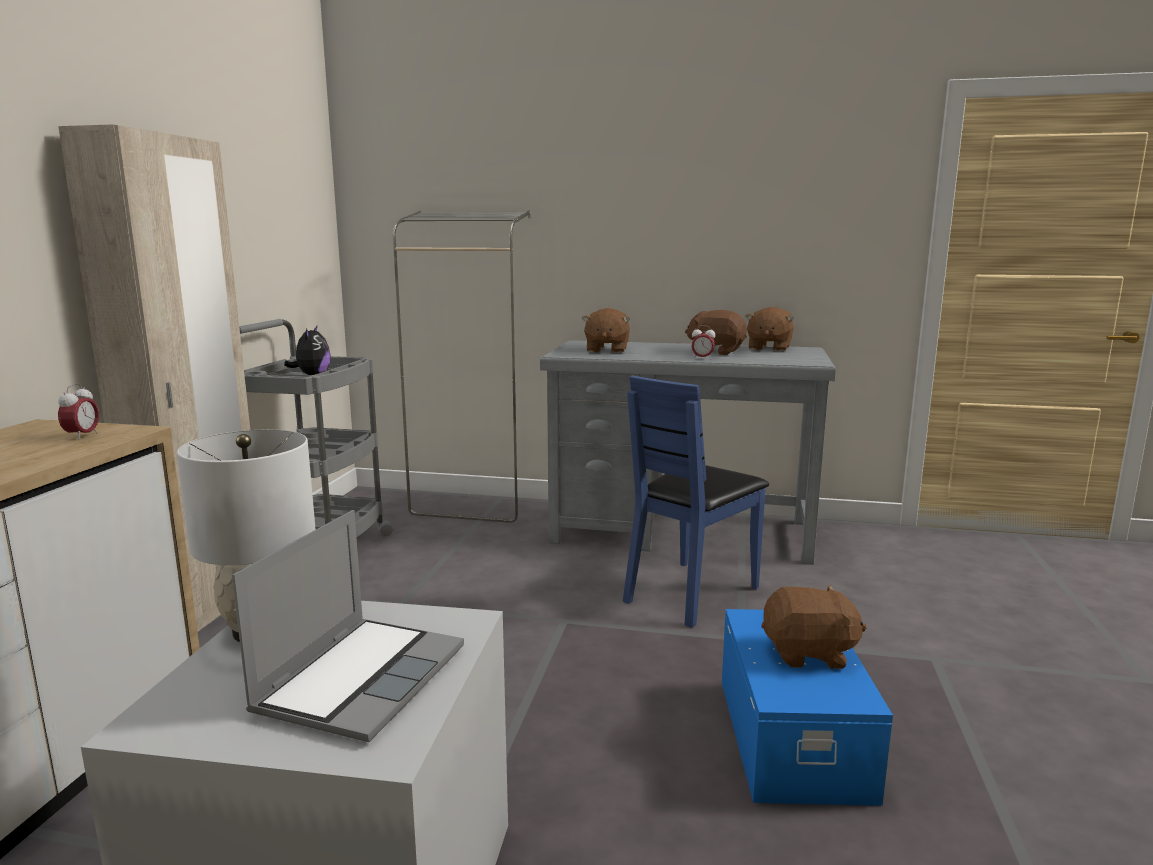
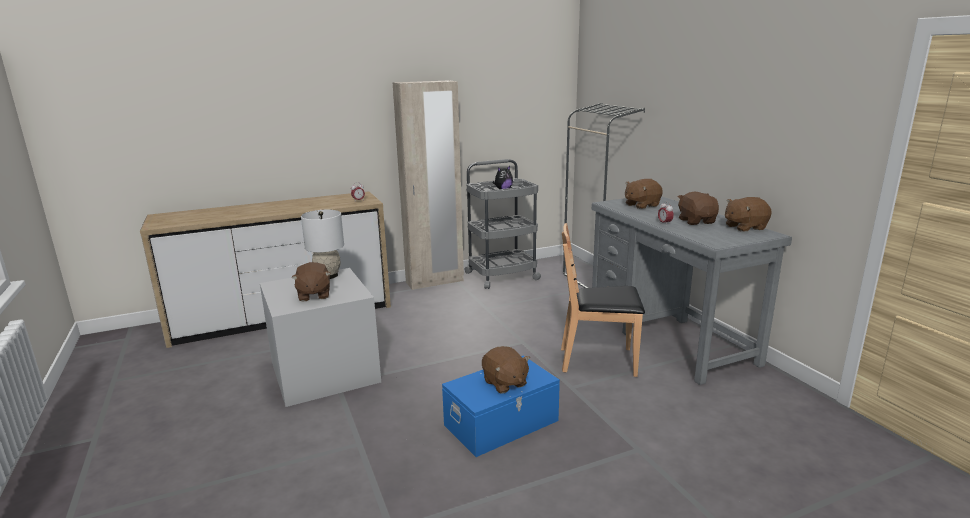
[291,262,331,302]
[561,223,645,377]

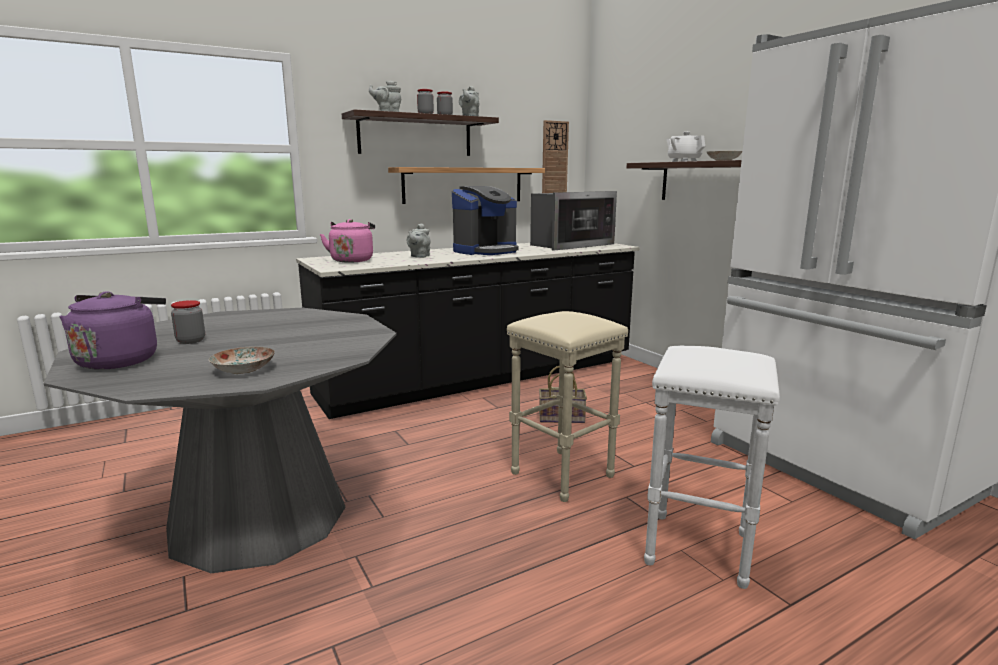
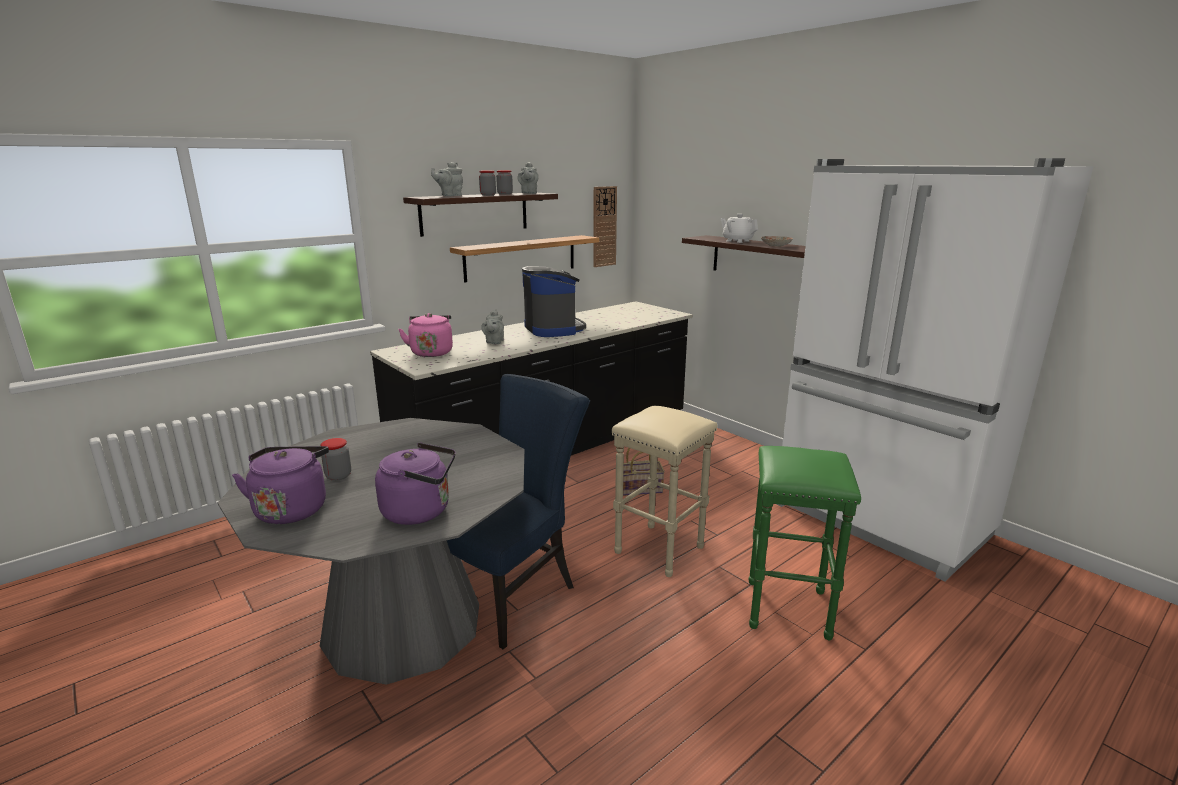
[375,442,456,525]
[522,266,586,337]
[530,191,617,250] (first image)
[749,446,861,640]
[447,374,590,649]

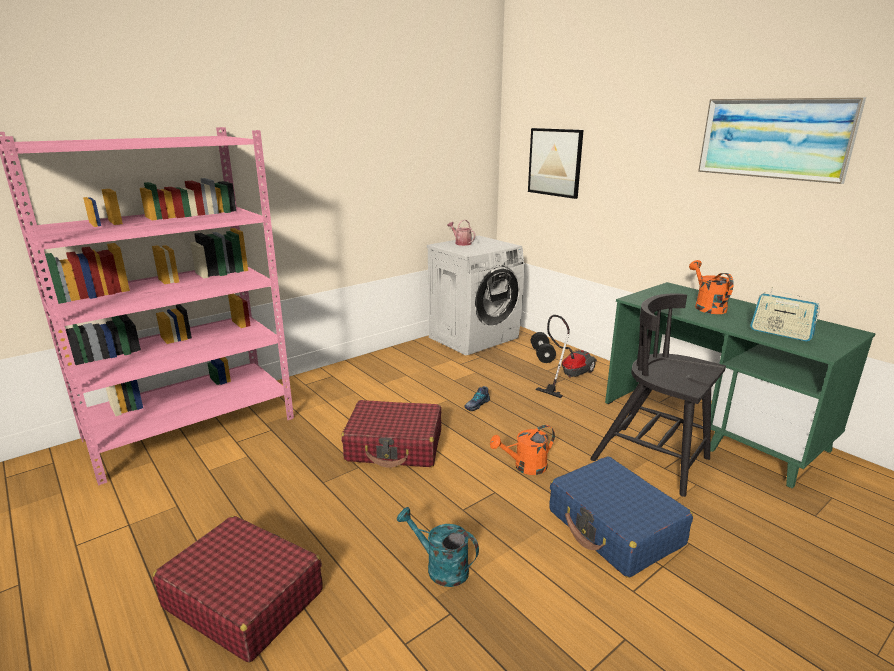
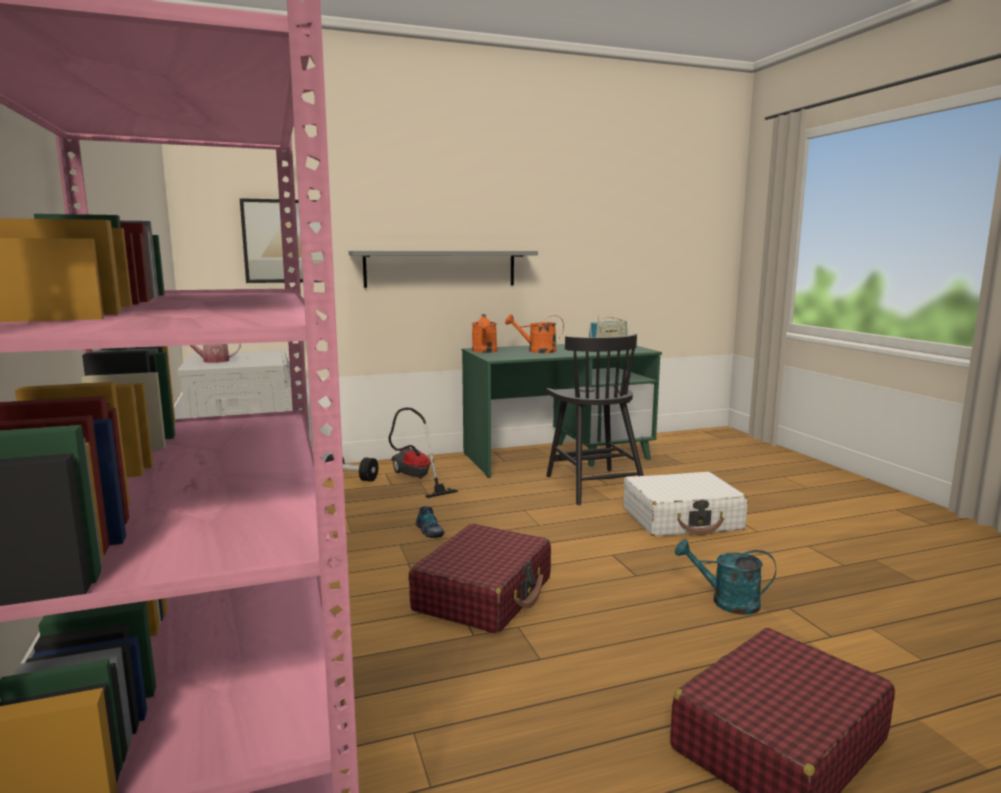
[675,539,776,615]
[472,314,497,353]
[624,472,747,536]
[546,334,644,505]
[698,97,866,184] (first image)
[349,251,538,288]

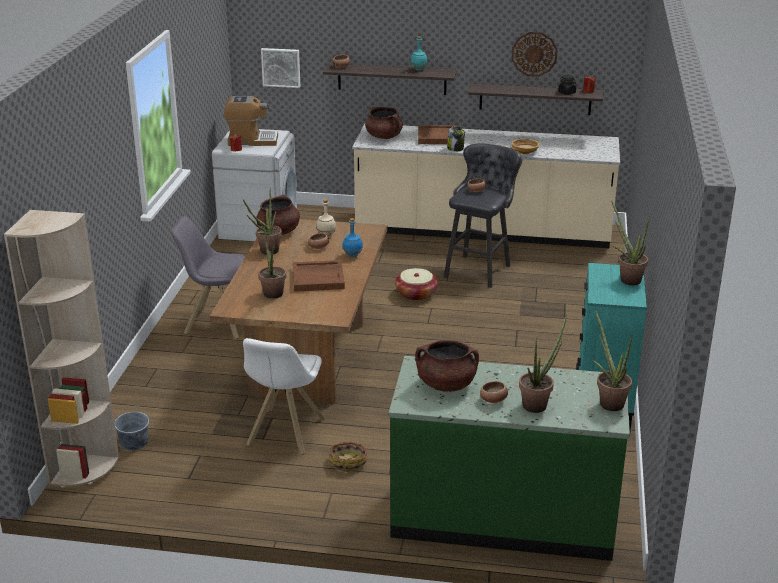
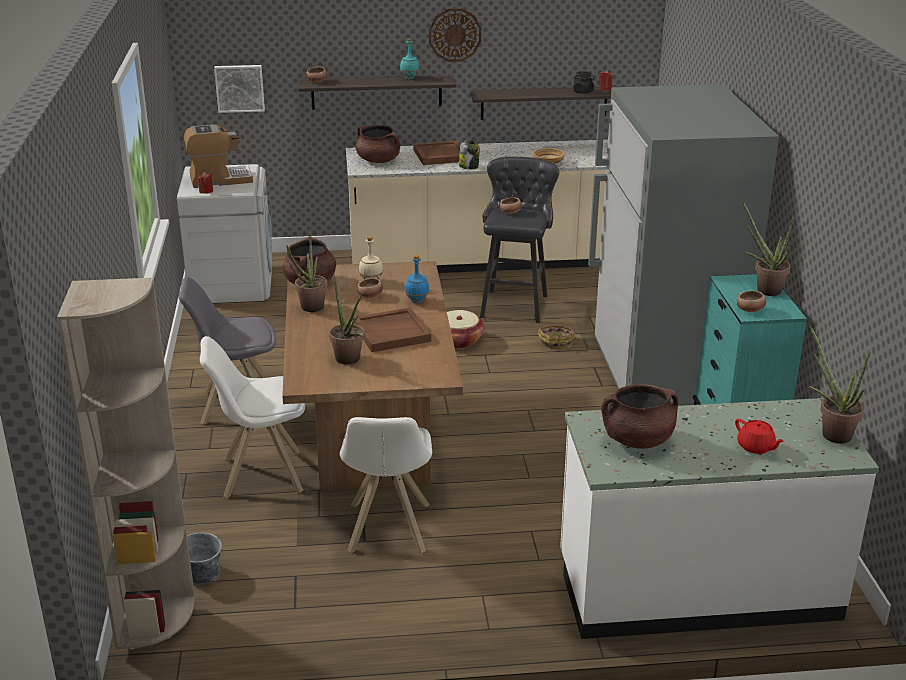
[538,325,575,349]
[560,398,879,639]
[737,291,766,312]
[429,8,481,62]
[735,419,784,454]
[200,336,305,498]
[588,84,779,406]

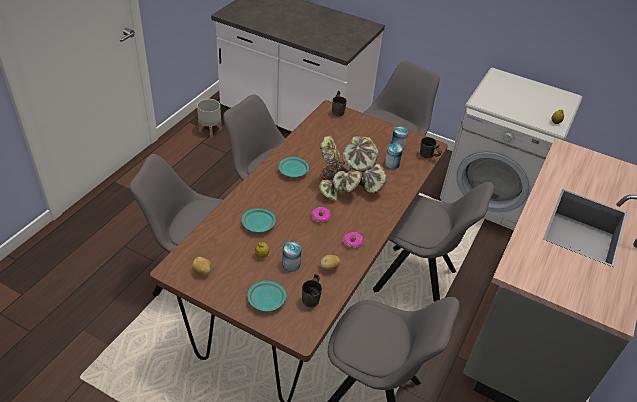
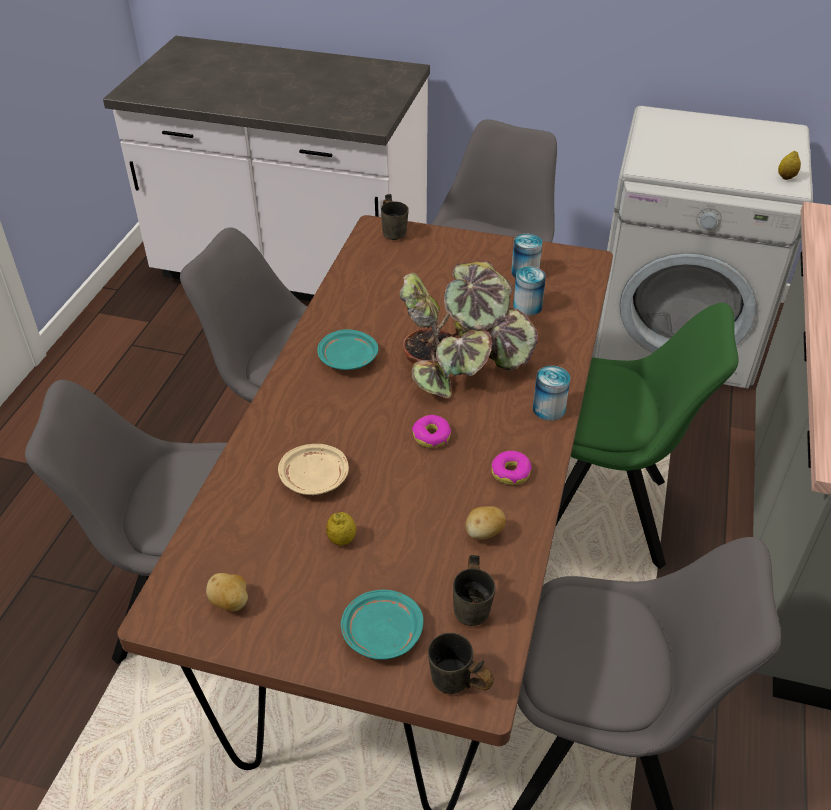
[197,99,222,137] (first image)
[278,444,349,495]
[533,366,570,421]
[556,303,739,569]
[428,633,494,694]

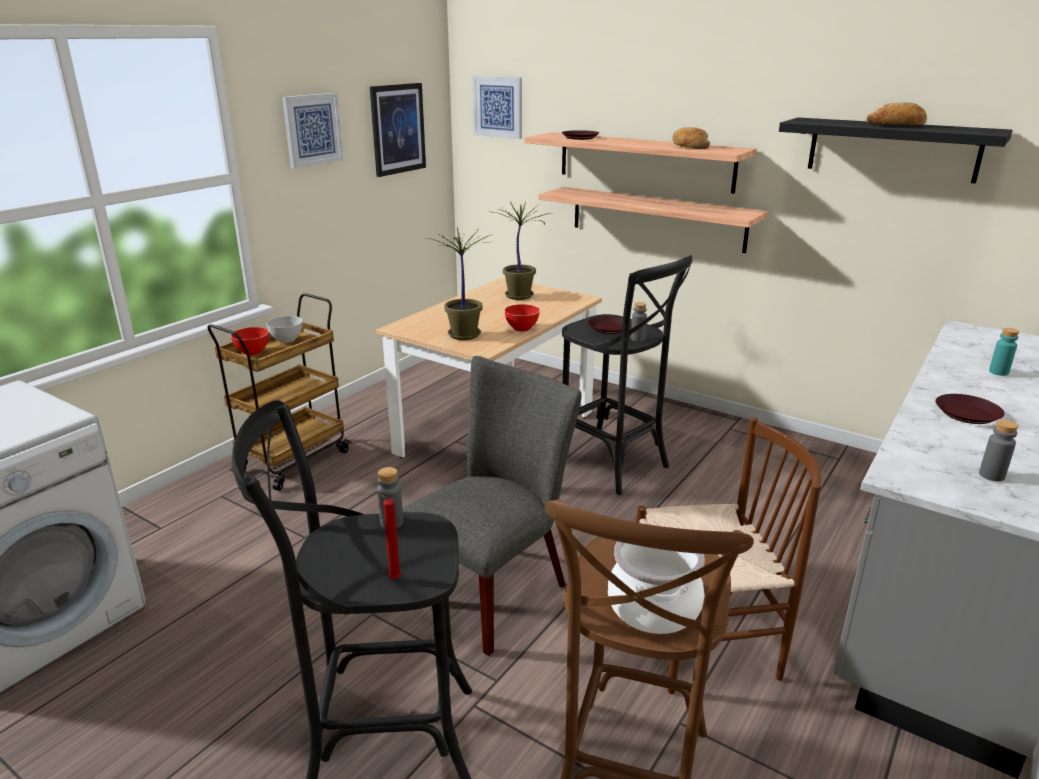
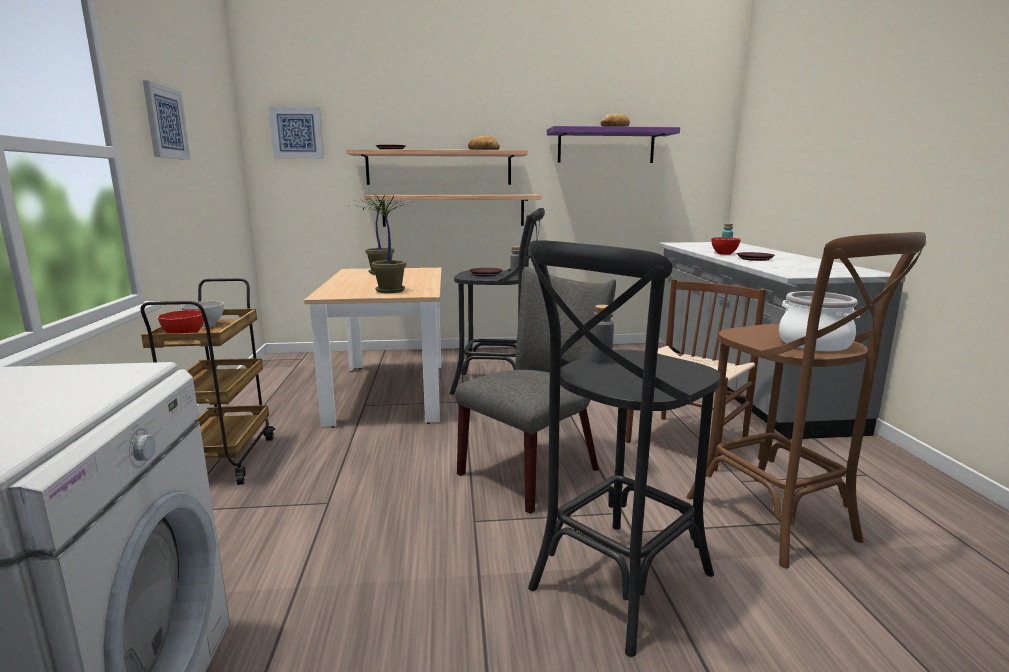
[370,83,426,177] (first image)
[376,493,401,579] (first image)
[455,267,616,514]
[711,237,741,255]
[547,126,680,163]
[979,419,1019,481] (first image)

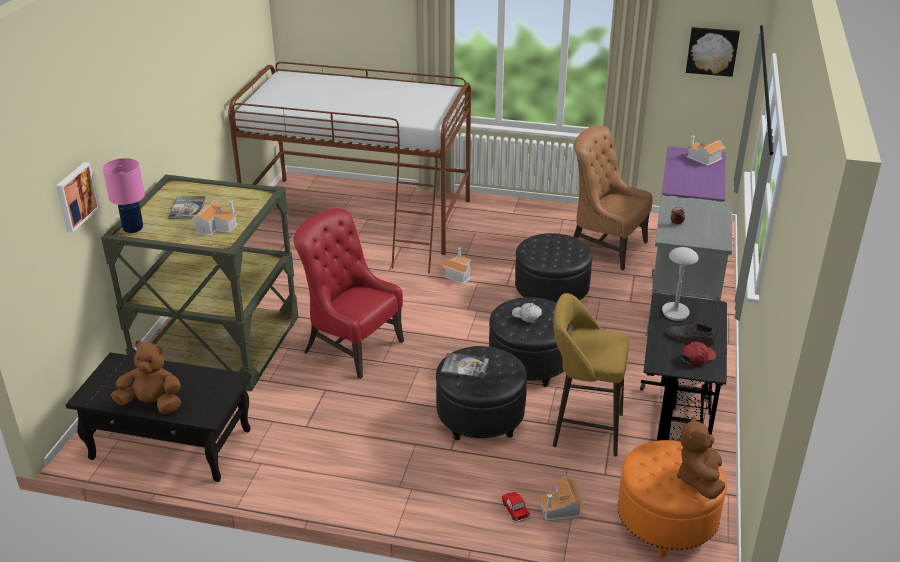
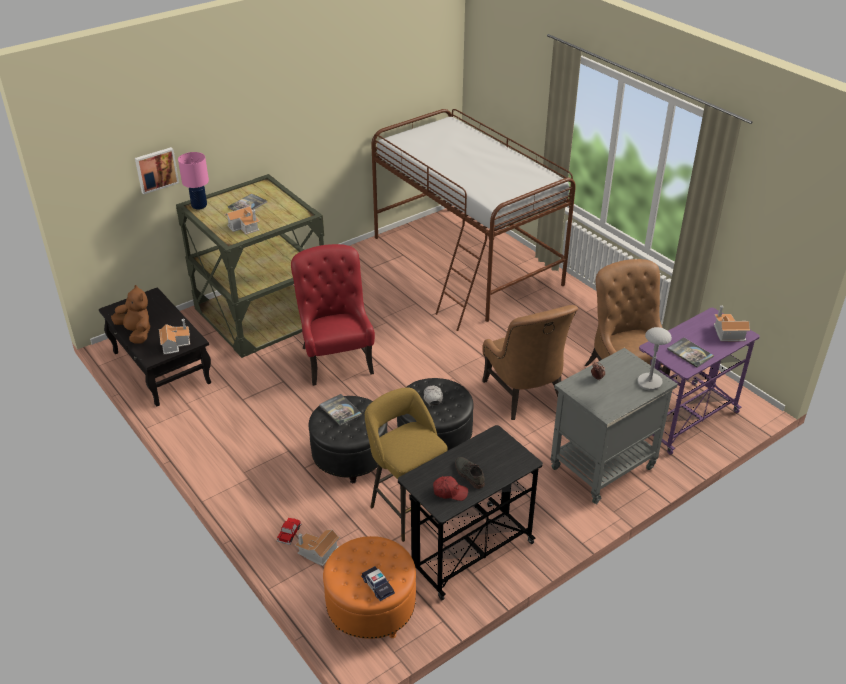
[159,319,190,354]
[482,305,578,420]
[637,327,672,390]
[361,566,395,601]
[686,27,740,77] (first image)
[667,338,714,368]

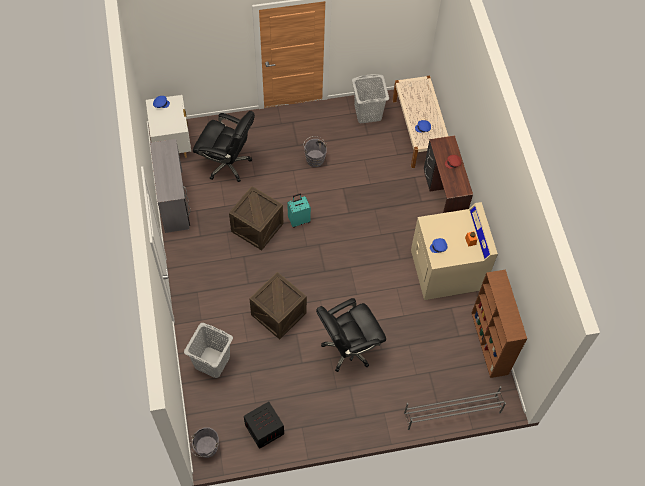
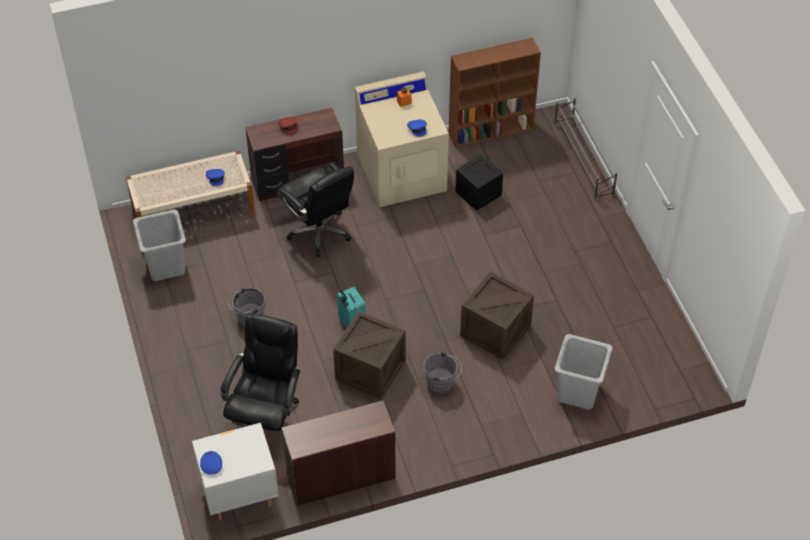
[282,400,396,506]
[423,352,462,394]
[456,154,503,210]
[276,162,354,257]

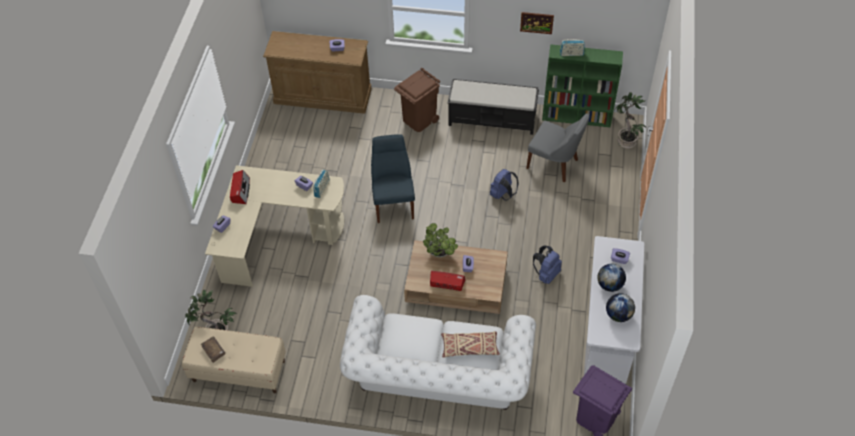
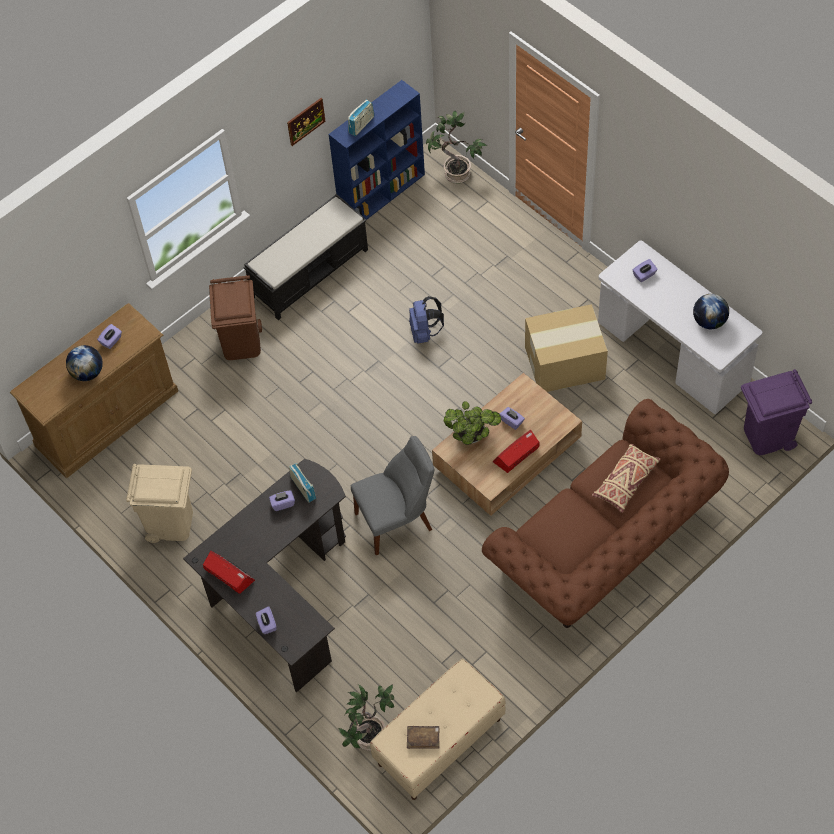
[183,459,346,693]
[482,399,729,628]
[371,134,415,223] (first image)
[351,436,434,555]
[525,304,608,392]
[329,80,425,220]
[66,345,103,381]
[126,464,193,543]

